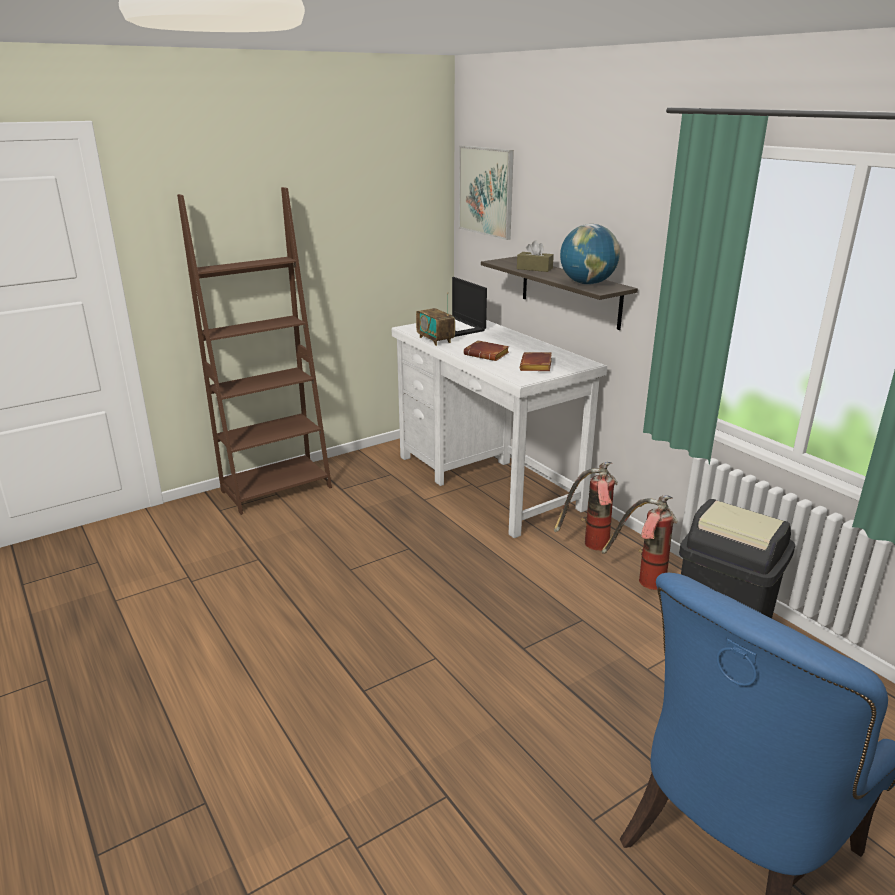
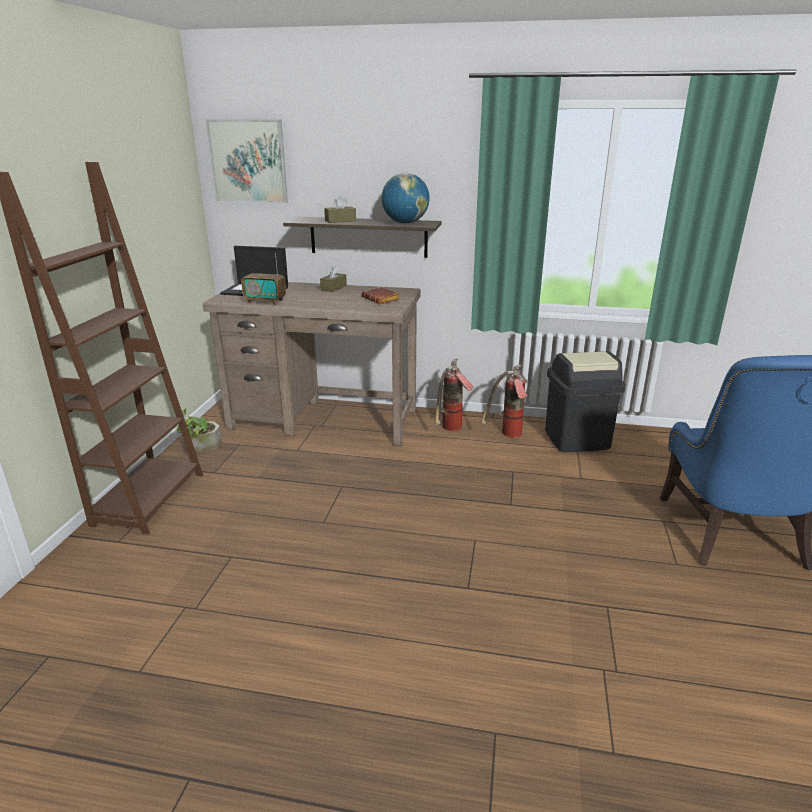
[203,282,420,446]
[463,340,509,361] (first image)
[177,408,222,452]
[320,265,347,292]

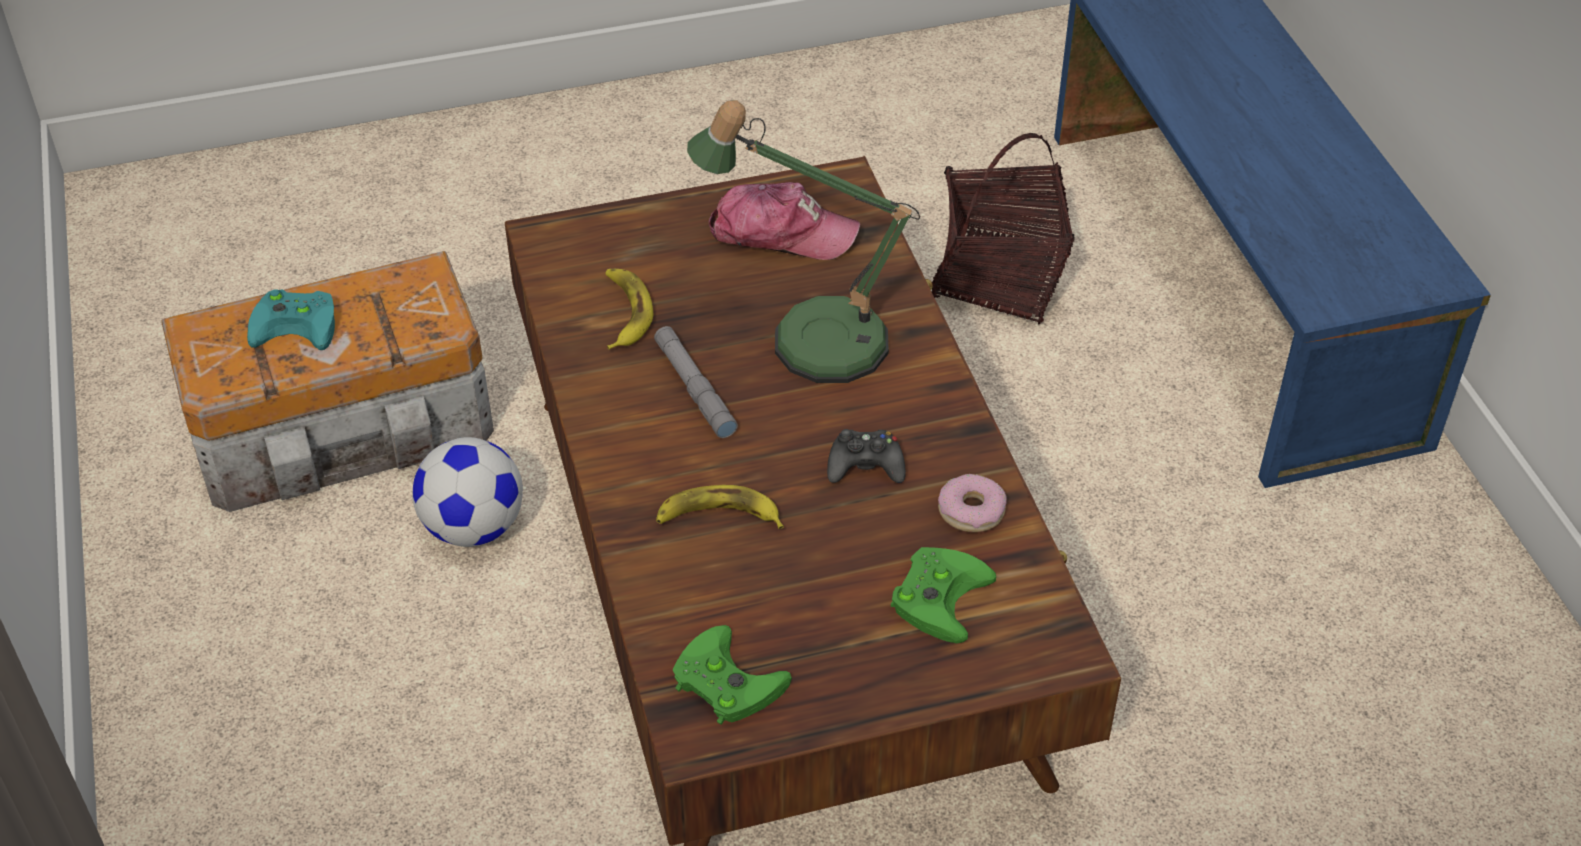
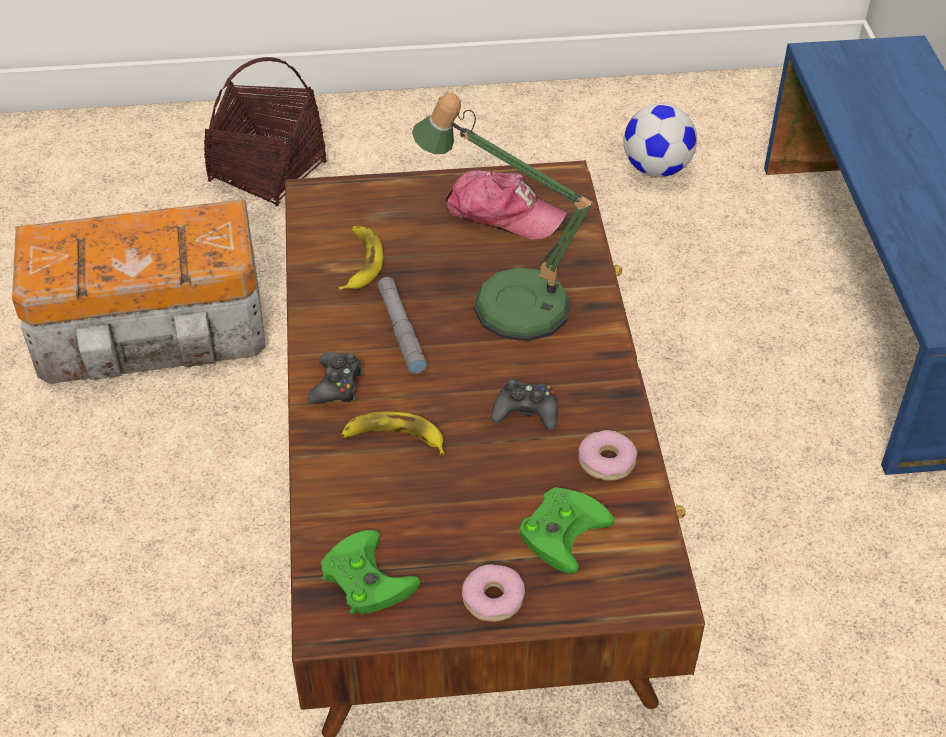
[247,289,335,350] (first image)
[623,103,697,177]
[204,57,326,206]
[308,352,364,404]
[462,564,525,622]

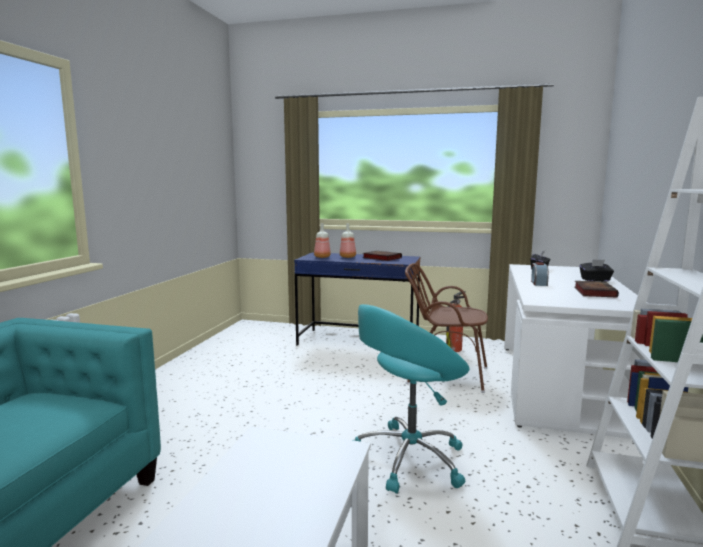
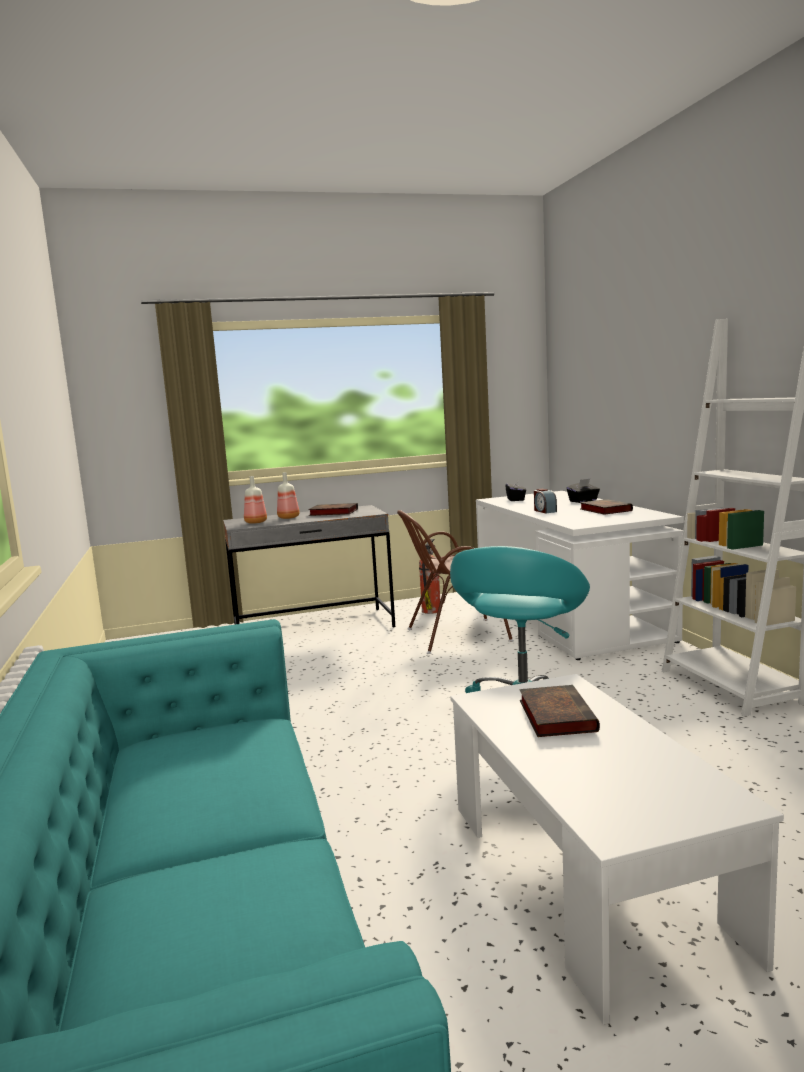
[223,505,395,627]
[519,685,600,737]

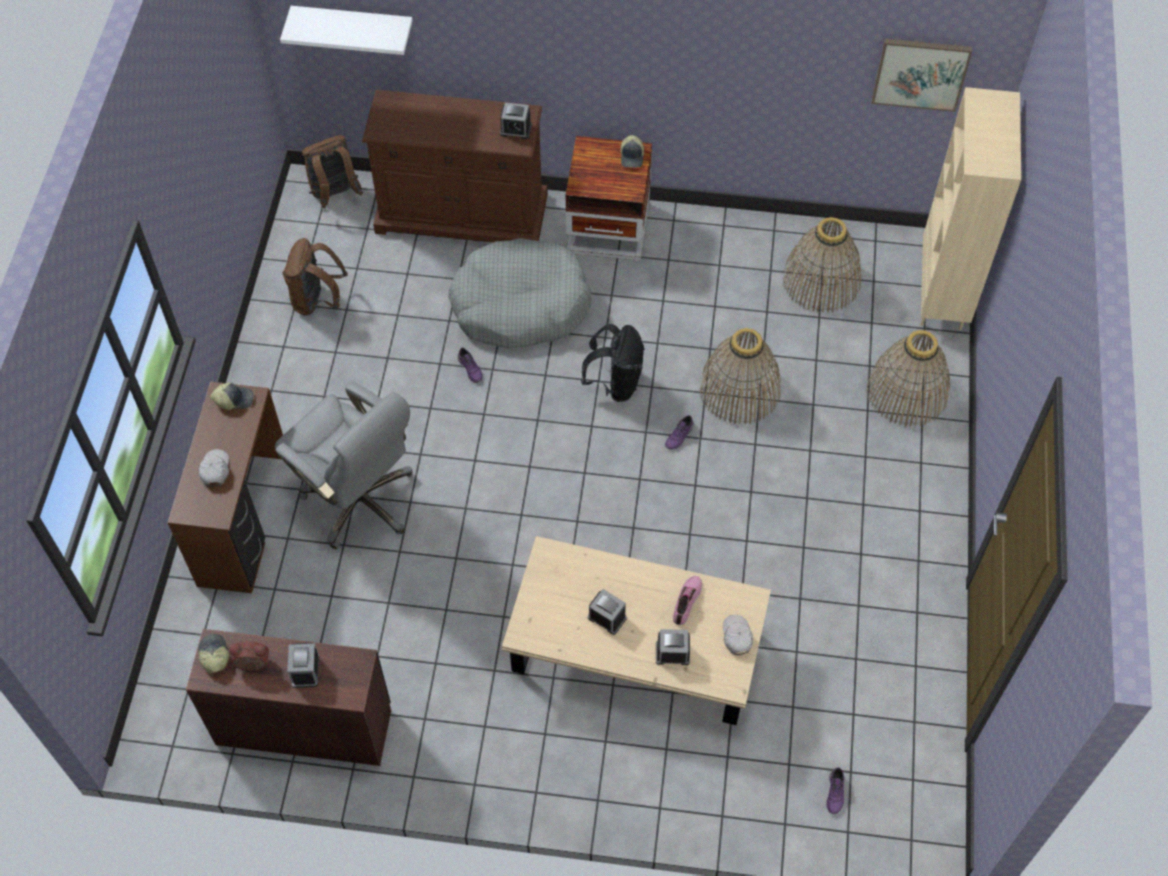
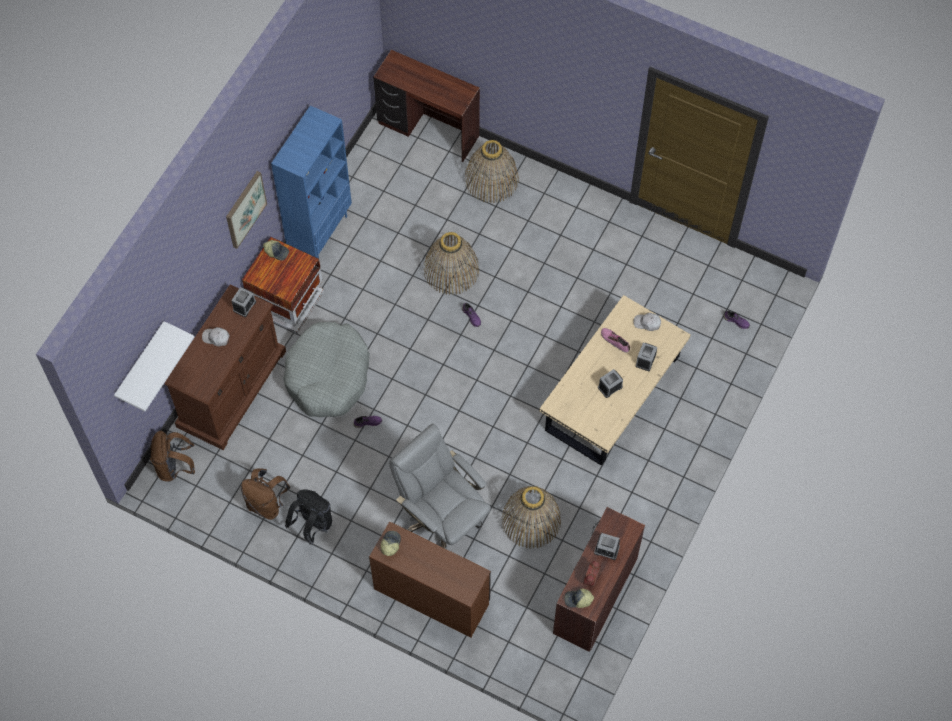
[202,327,230,346]
[389,424,491,549]
[285,489,332,545]
[502,486,561,548]
[226,171,267,249]
[373,50,480,162]
[271,106,352,259]

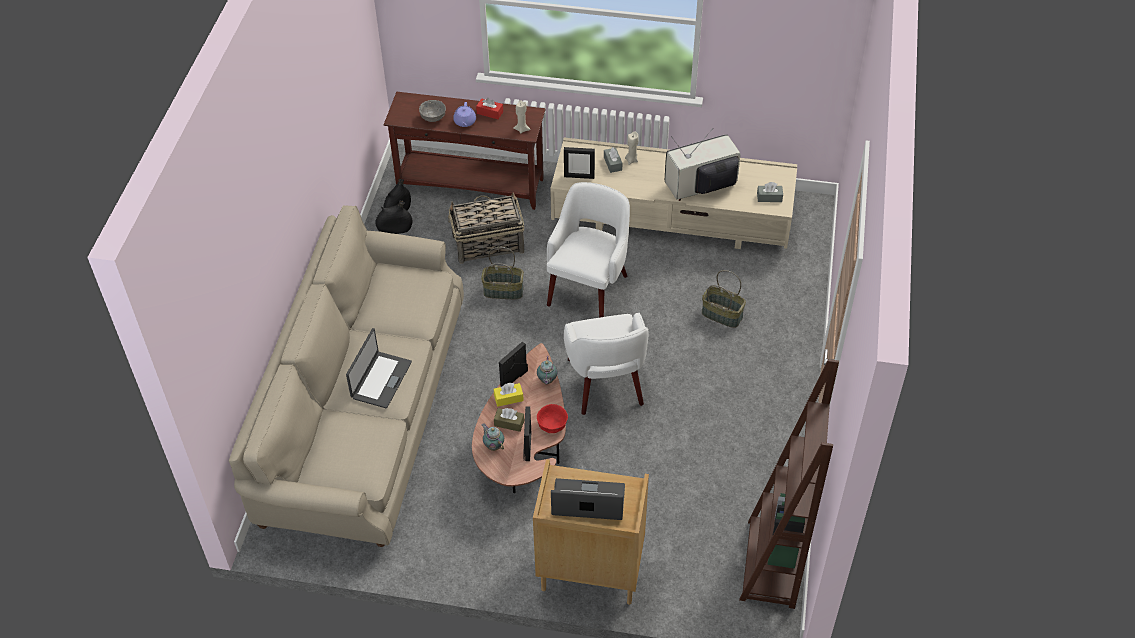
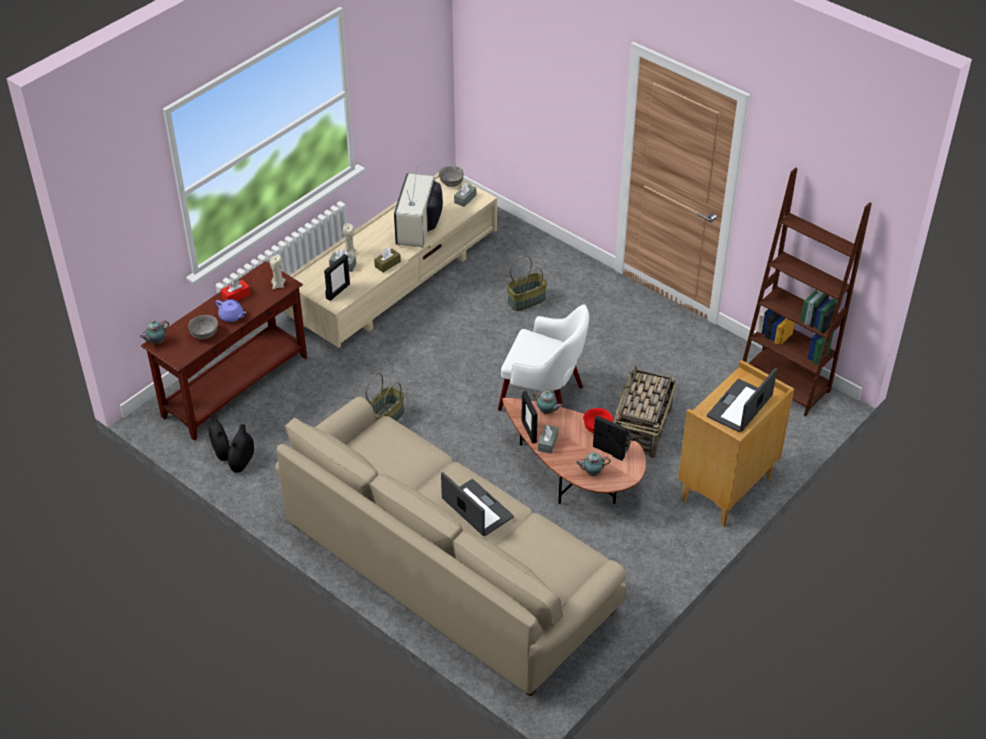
[614,366,676,458]
[538,425,558,454]
[374,248,401,272]
[547,182,630,318] (first image)
[140,320,169,344]
[439,166,464,187]

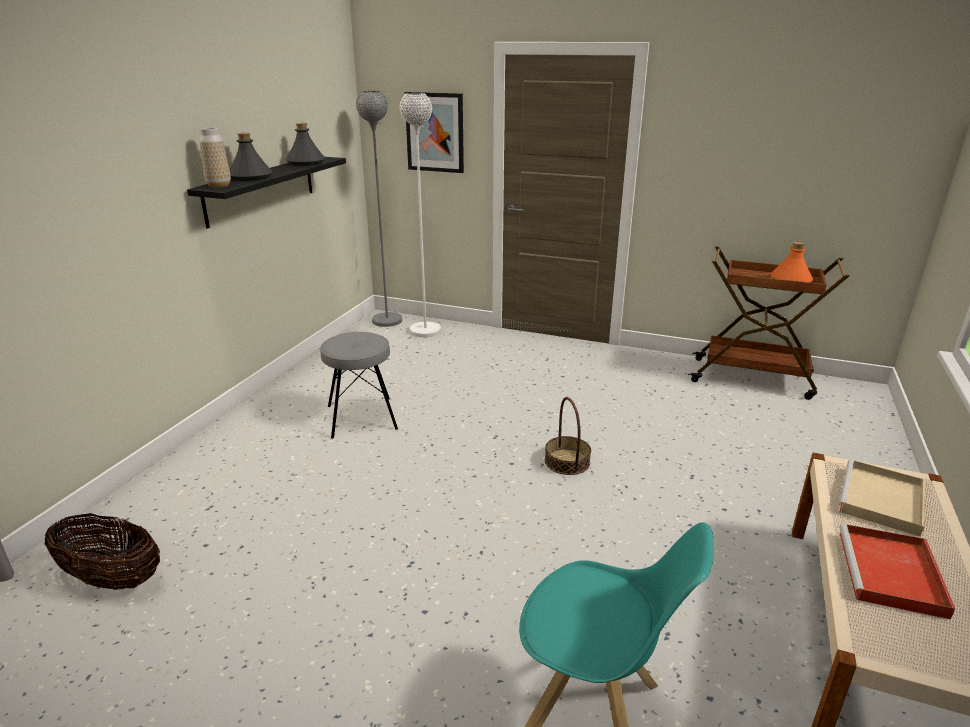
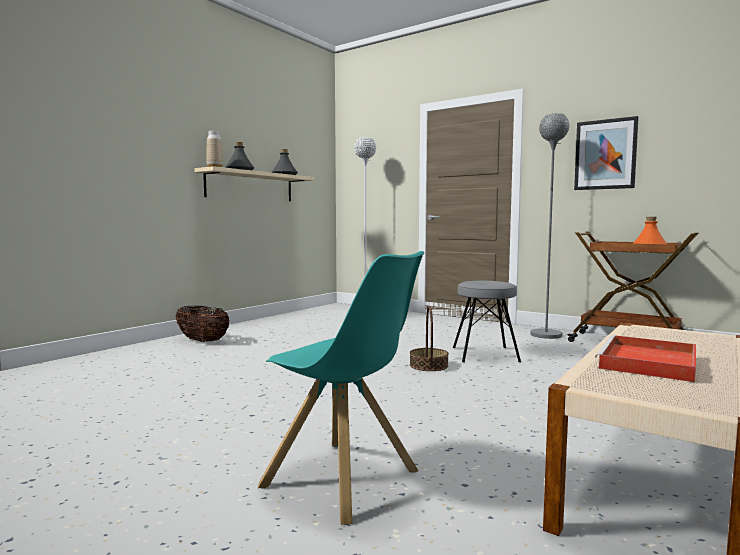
[176,306,230,342]
[194,166,314,201]
[453,281,521,362]
[530,113,569,339]
[574,116,639,190]
[839,460,925,537] (first image)

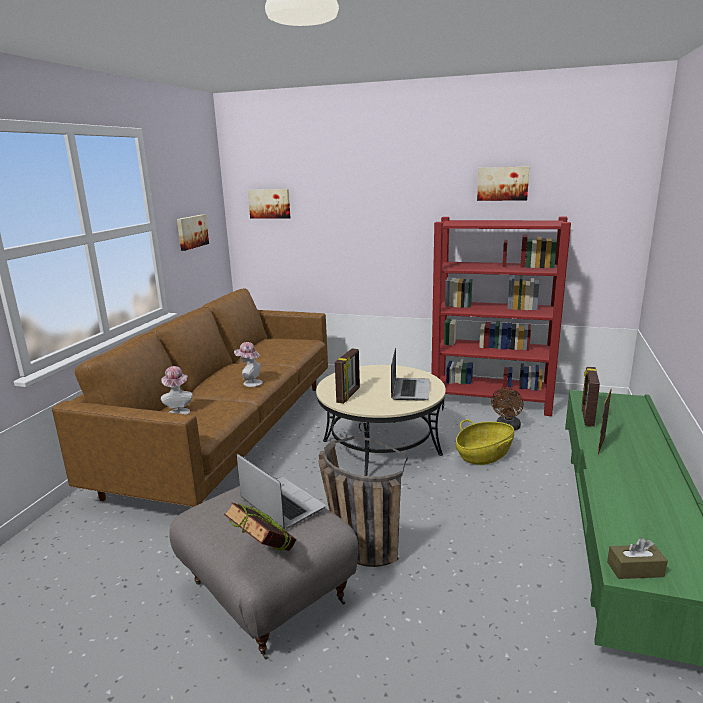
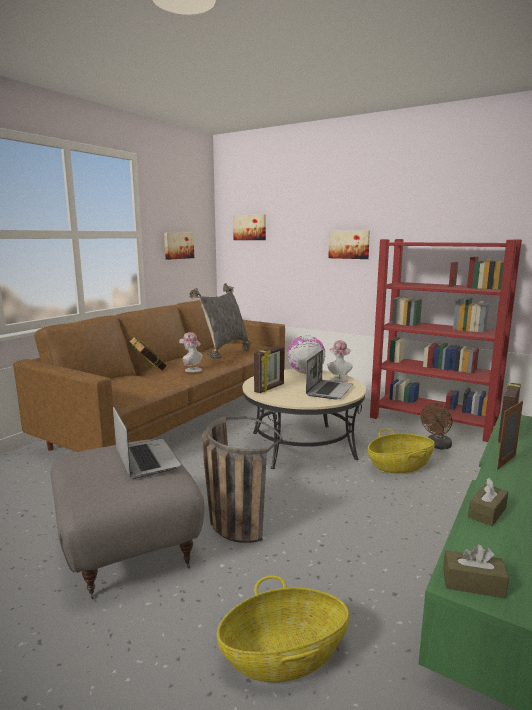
[327,340,353,382]
[129,336,167,370]
[328,231,370,259]
[189,283,251,359]
[217,576,349,683]
[287,335,325,374]
[468,478,508,526]

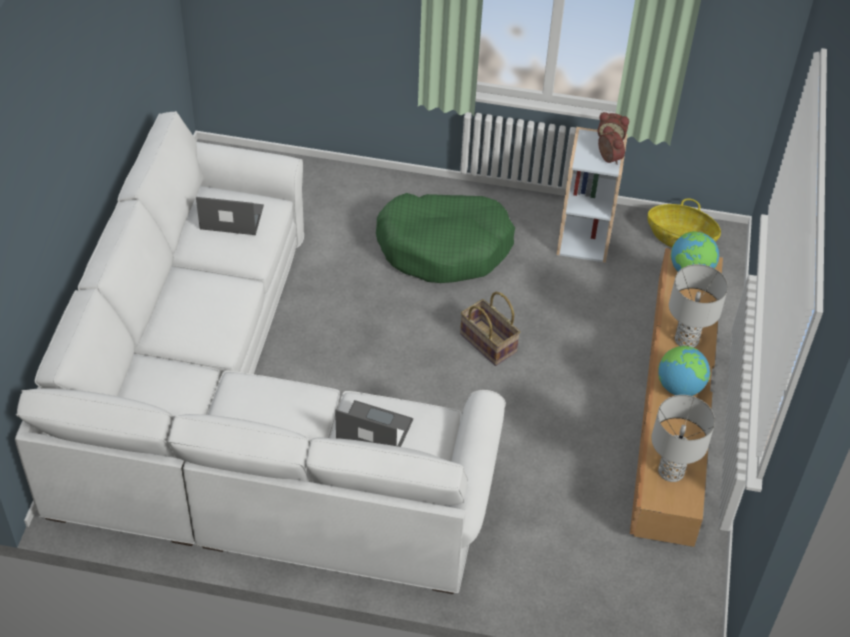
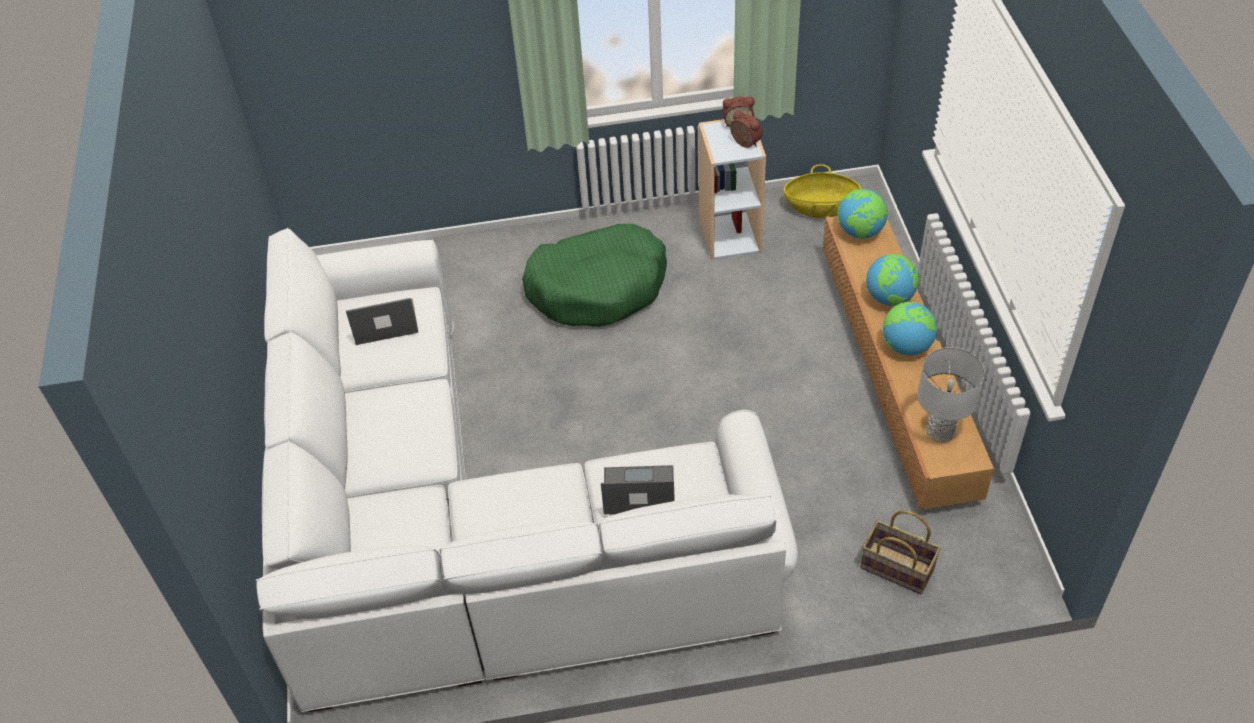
[860,510,941,595]
[866,254,919,306]

